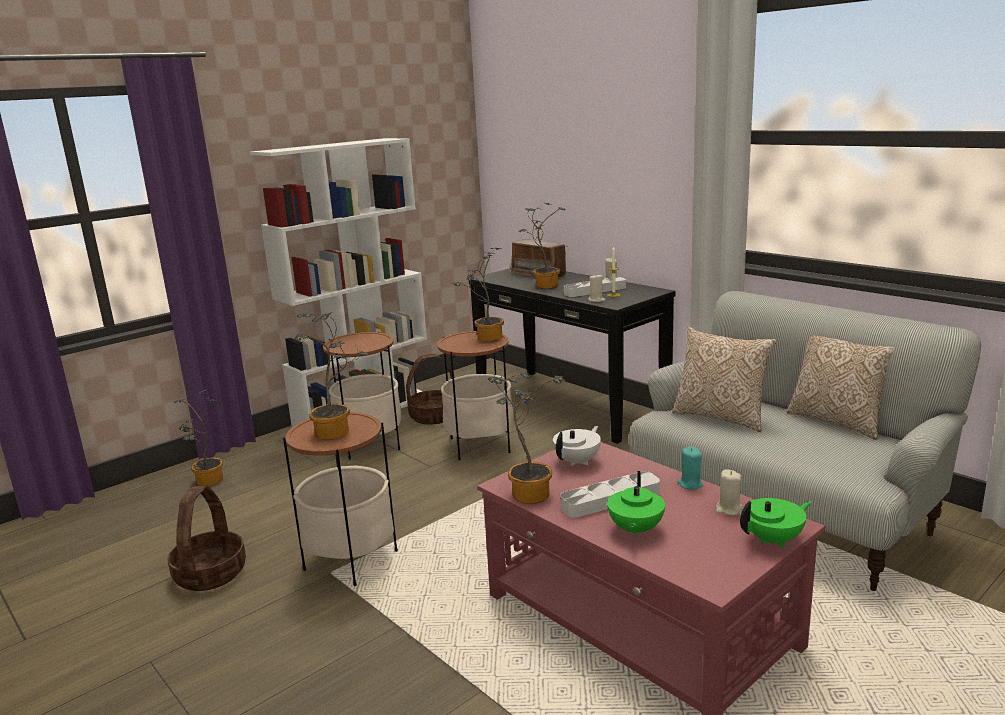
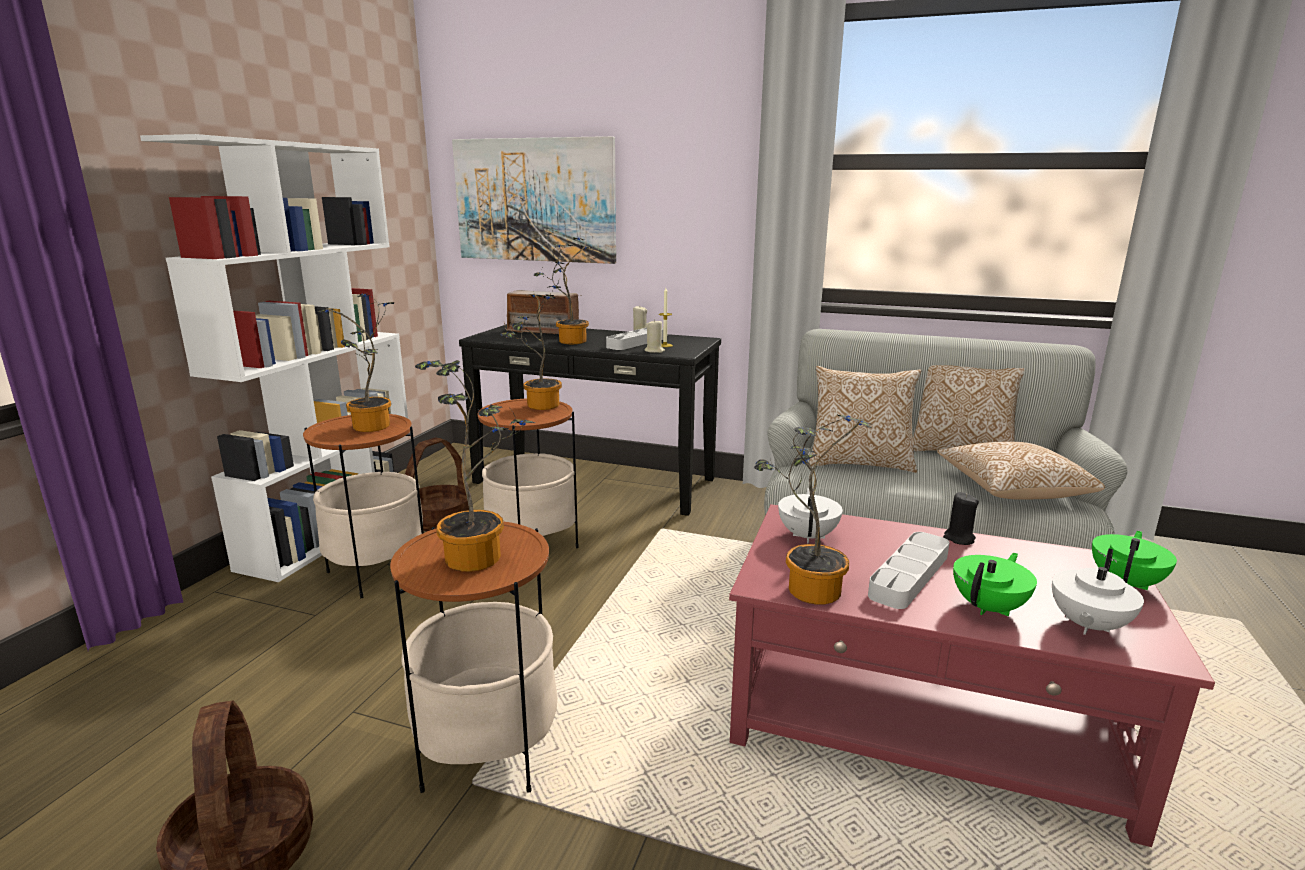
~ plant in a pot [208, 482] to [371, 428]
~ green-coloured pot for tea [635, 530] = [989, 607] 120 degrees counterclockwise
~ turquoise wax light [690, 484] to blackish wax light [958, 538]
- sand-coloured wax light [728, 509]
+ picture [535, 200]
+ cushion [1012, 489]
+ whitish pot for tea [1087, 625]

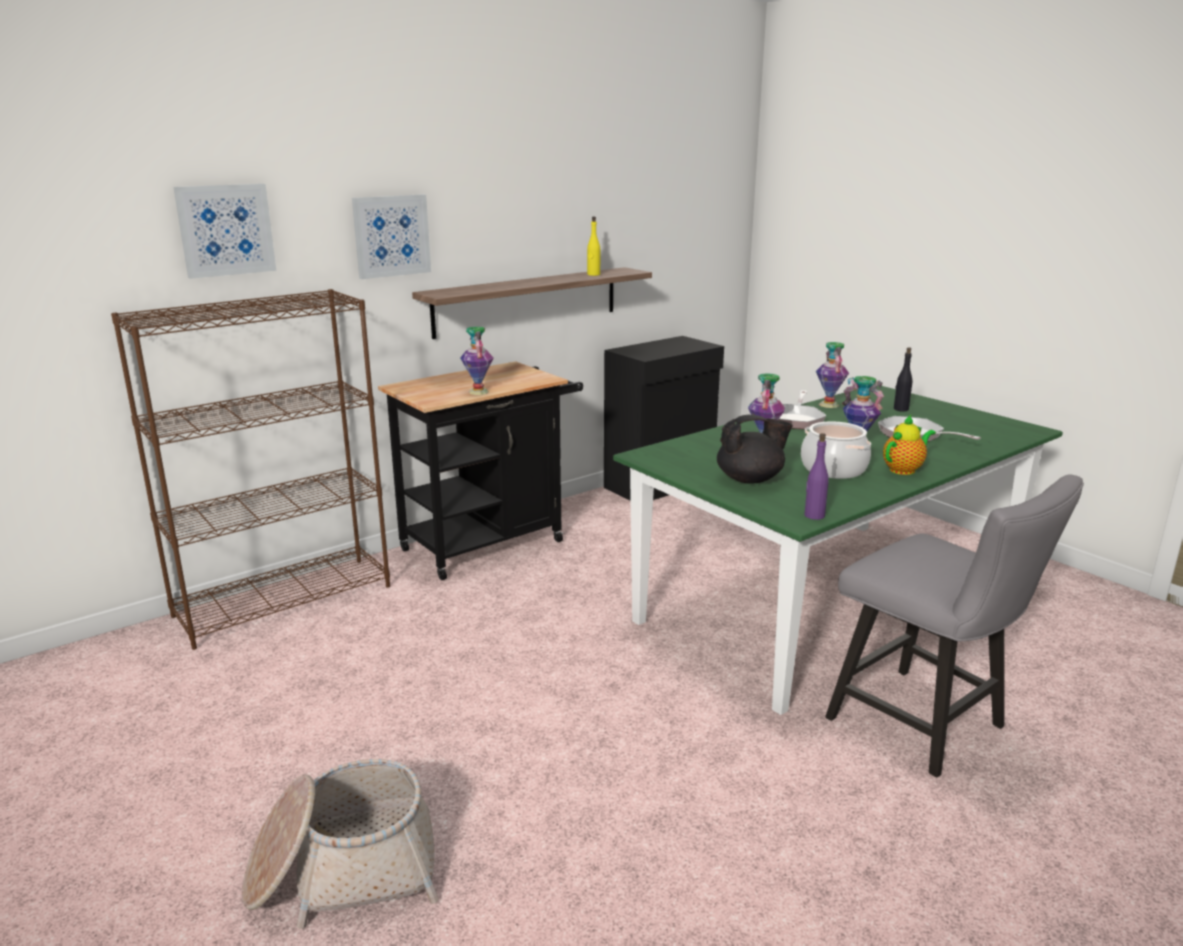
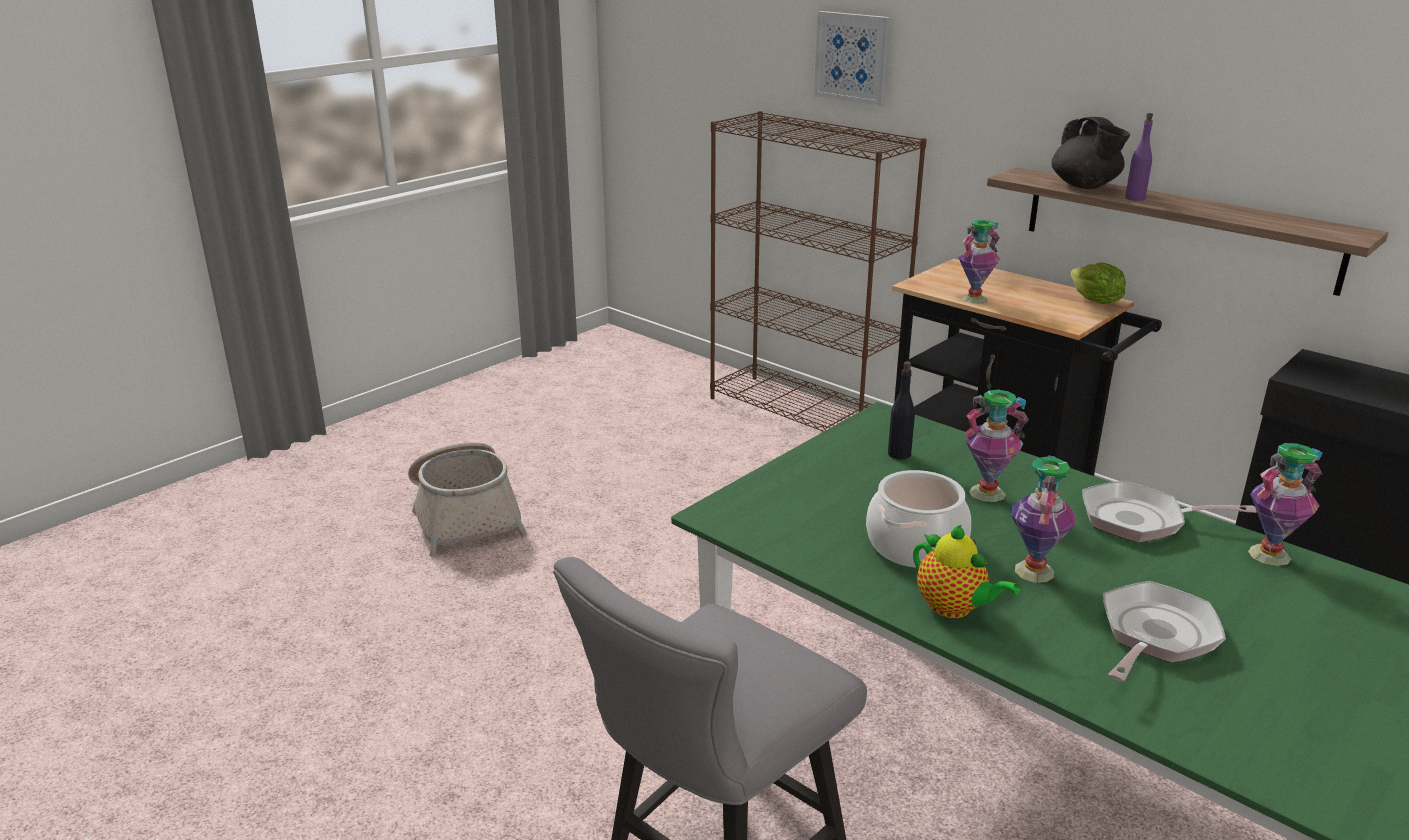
- picture [391, 236]
- yellow bottle [593, 274]
~ blackish pot for tea [750, 479] to [1085, 186]
~ purple bottle [814, 515] to [1134, 198]
~ blackish bottle [900, 409] to [899, 454]
+ lettuce head [1095, 302]

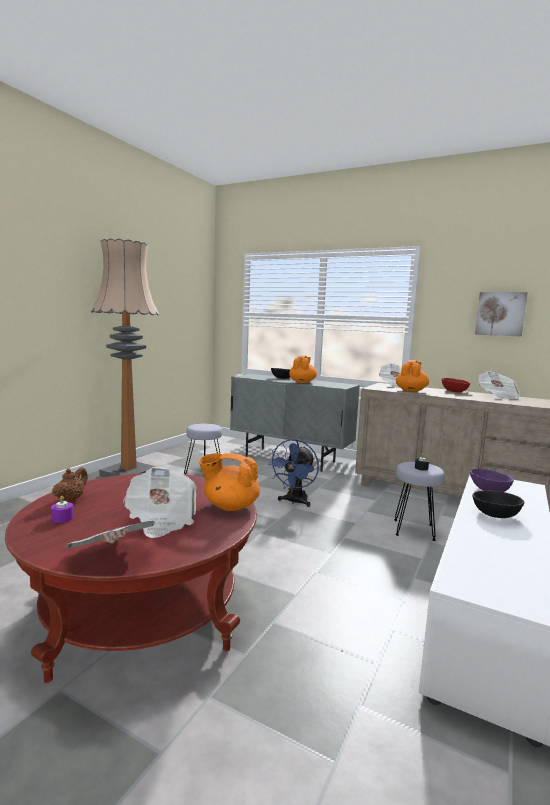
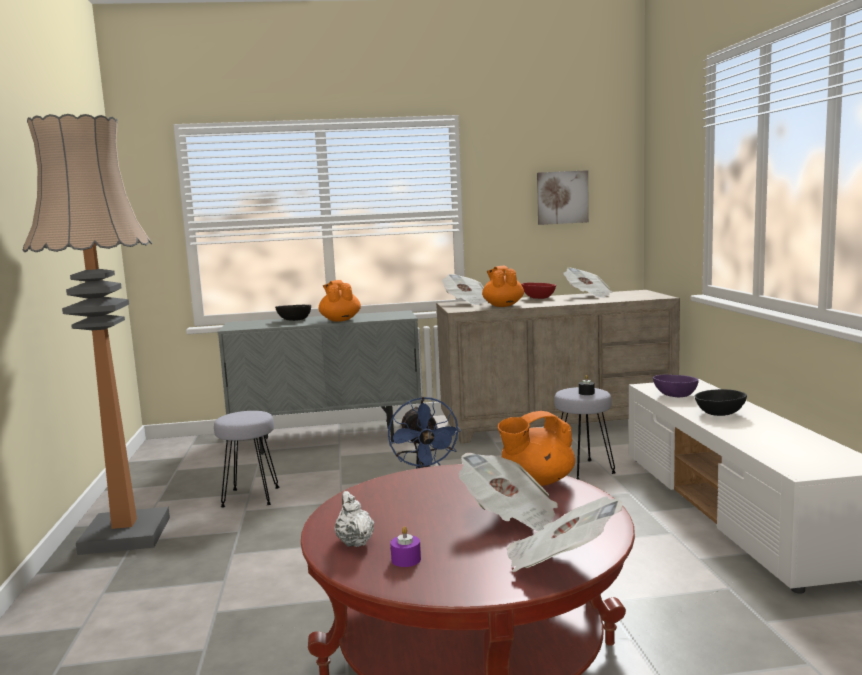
~ brown-coloured pot for tea [70, 499] to whitish pot for tea [354, 542]

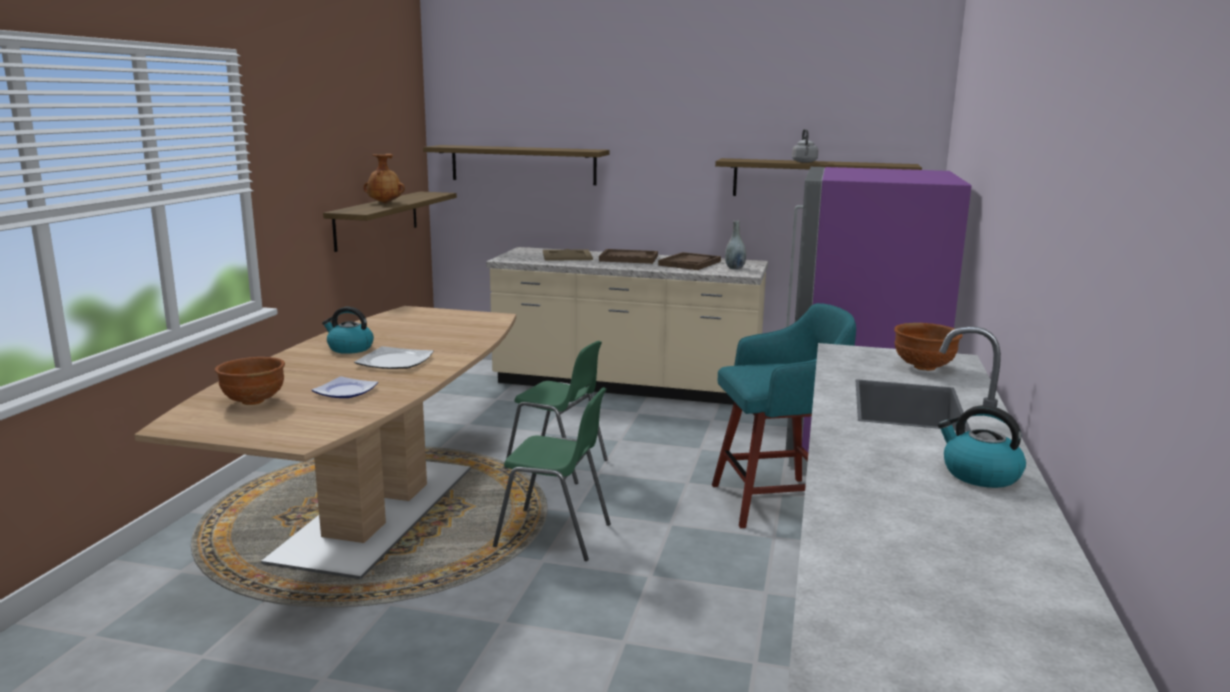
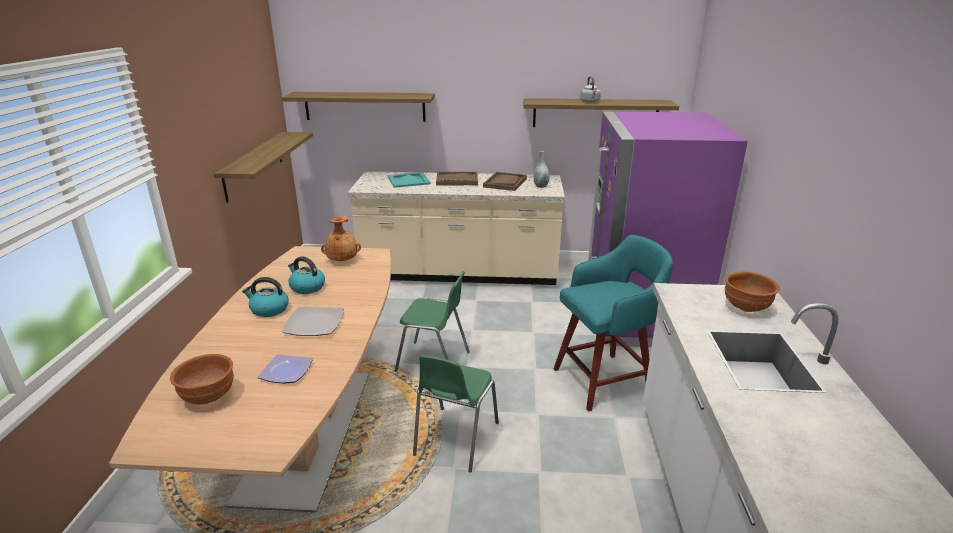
~ brown-coloured decorative vase [385, 203] to [342, 260]
~ green-coloured chair [554, 536] = [455, 439] 105 degrees clockwise
~ sand-coloured carrying tray [566, 256] to turquoise carrying tray [408, 180]
~ tea kettle [979, 475] to [307, 287]

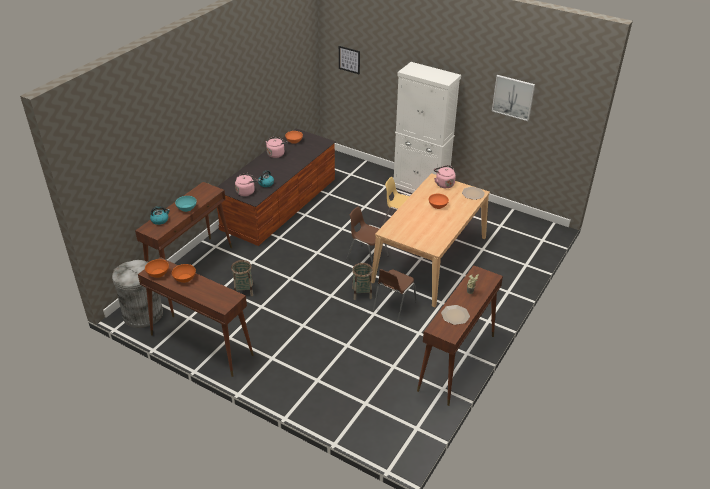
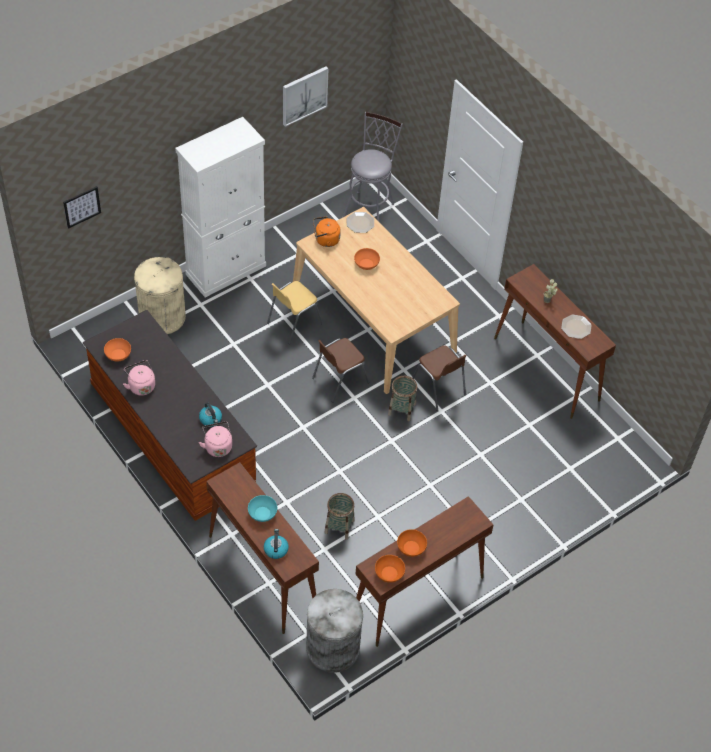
~ pink tea kettle [444, 184] to orangey tea kettle [325, 240]
+ sand-coloured rubbish bin [162, 316]
+ gray stool [370, 207]

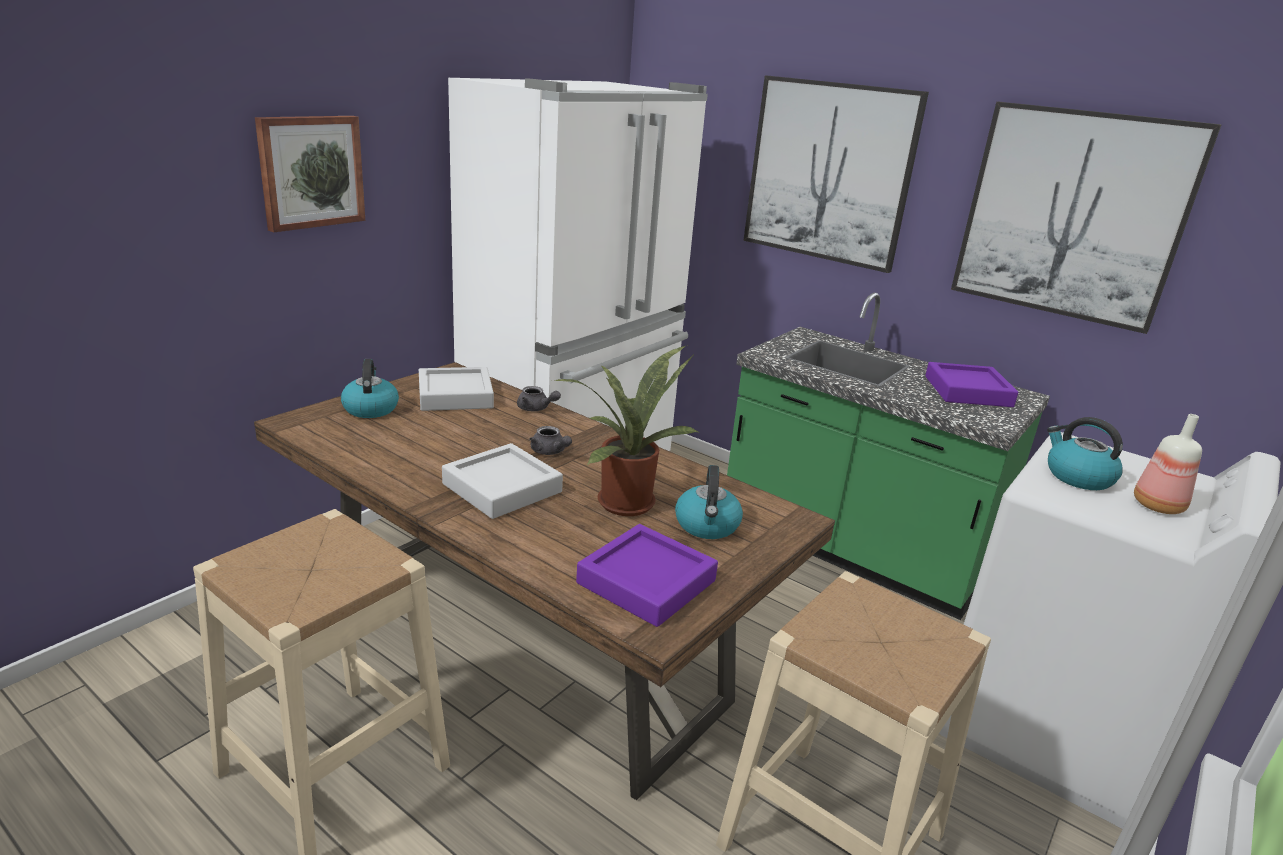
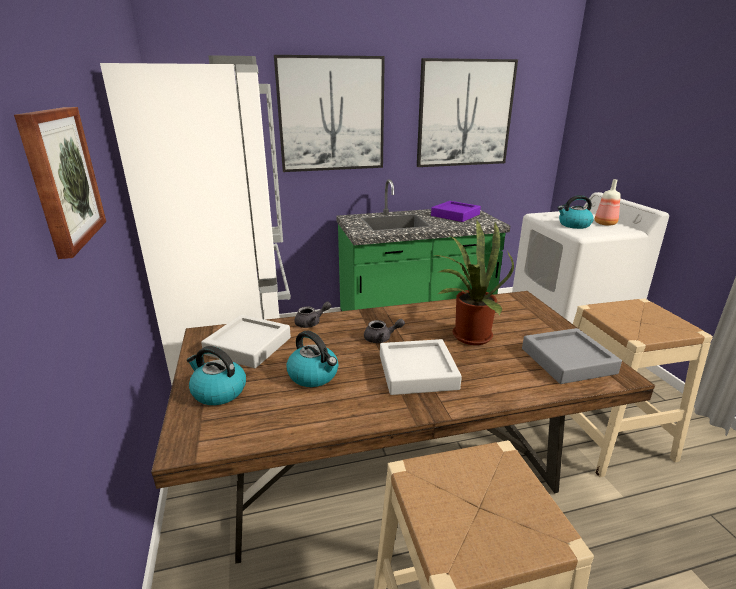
~ purple carrying tray [646, 582] to gray carrying tray [567, 361]
~ tea kettle [707, 526] to [314, 375]

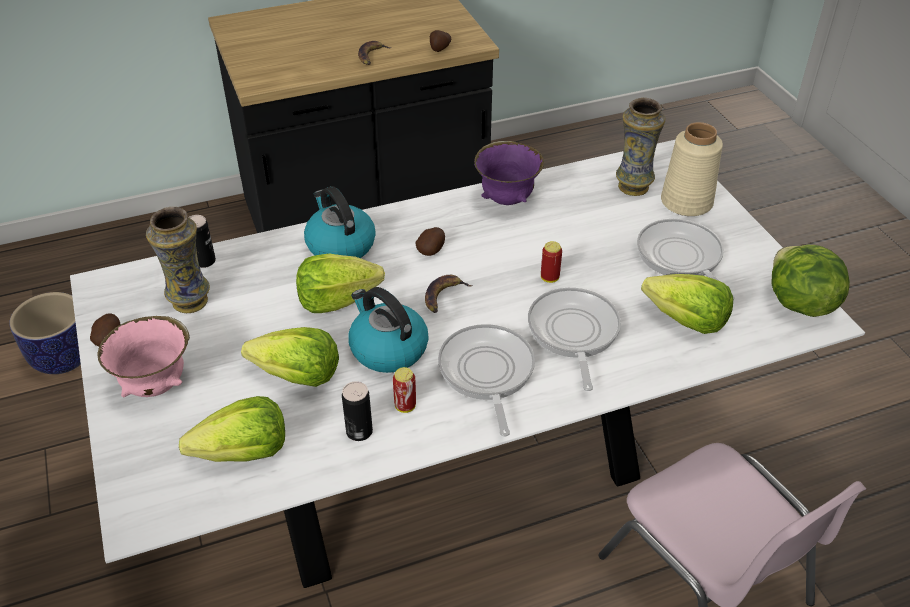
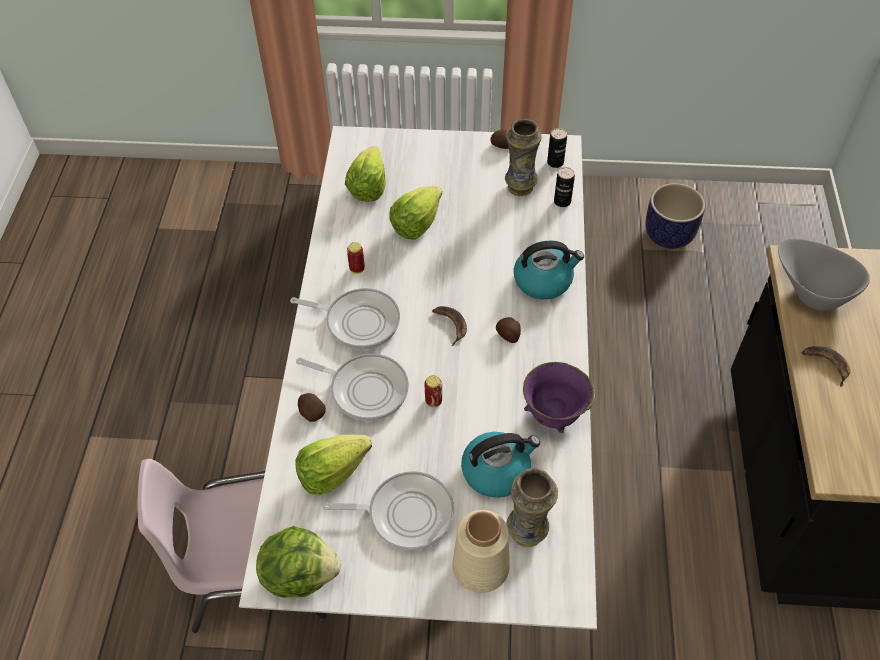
- pink bowl [156, 386]
- lettuce head [337, 300]
~ sealed can [359, 431] to [555, 162]
~ tea kettle [387, 349] to [496, 471]
~ potato [439, 49] to [311, 412]
+ gray bowl [811, 291]

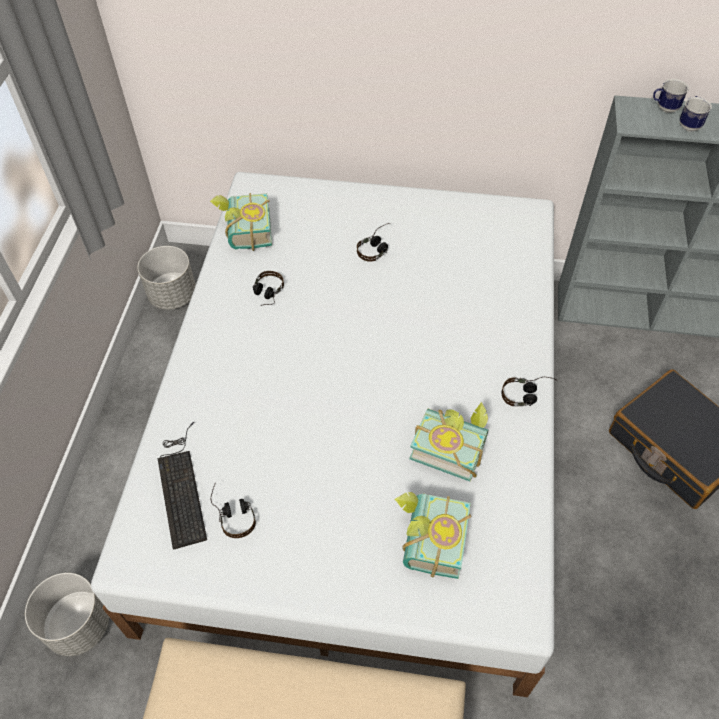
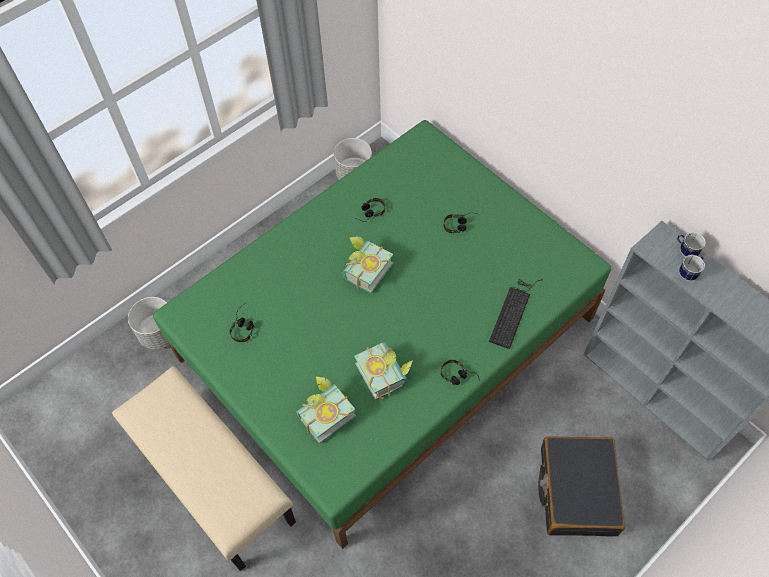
~ whitish bed [362, 435] to green-coloured bed [387, 338]
~ keyboard [181, 486] to [513, 311]
~ book [244, 232] to [364, 270]

